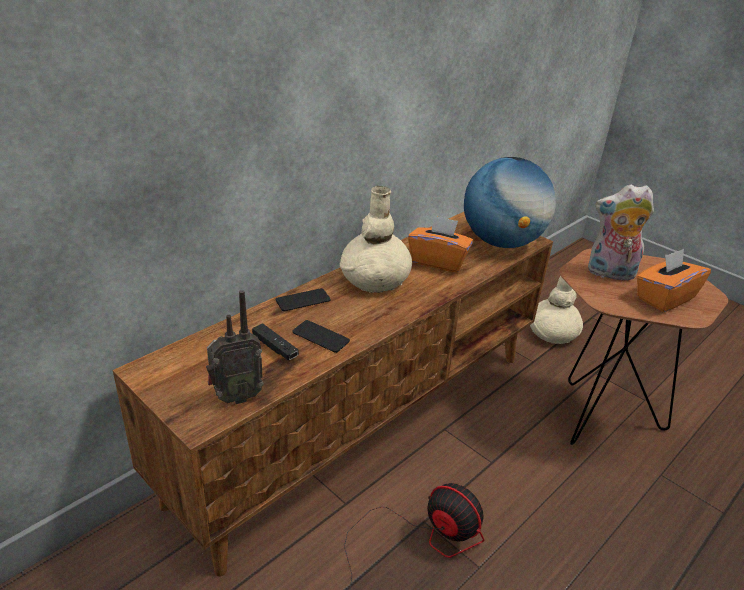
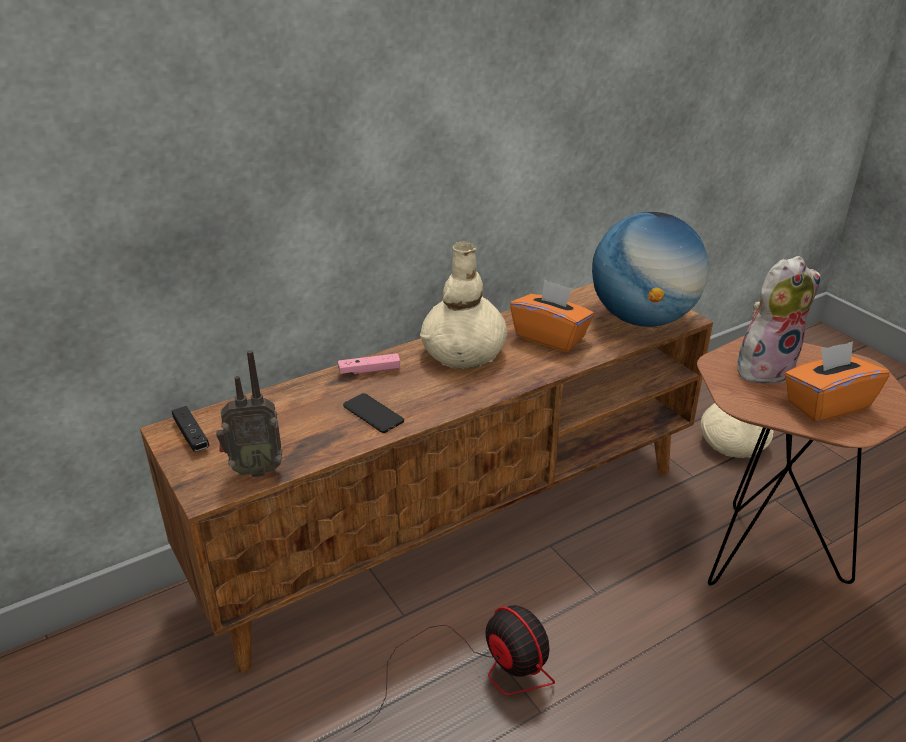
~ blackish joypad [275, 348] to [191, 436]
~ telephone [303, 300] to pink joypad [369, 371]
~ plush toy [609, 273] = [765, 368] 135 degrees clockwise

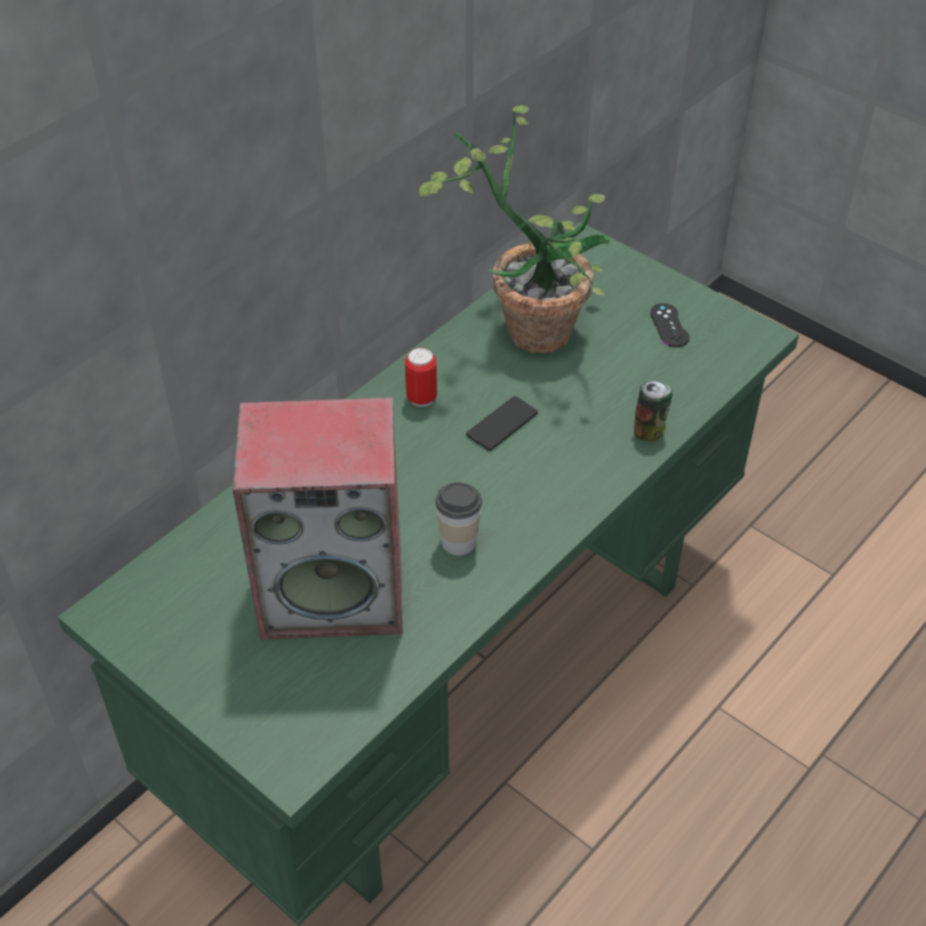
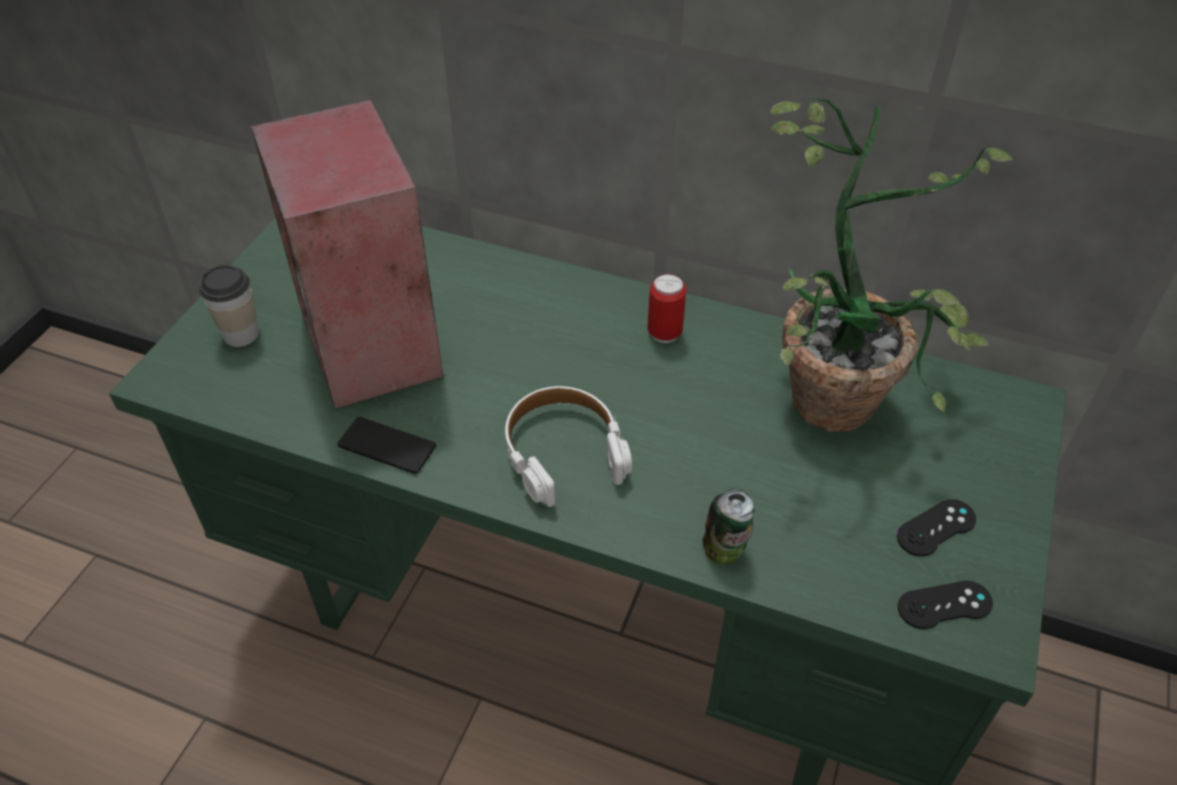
~ small cup [458, 542] to [241, 334]
~ telephone [502, 424] to [387, 446]
+ whitish headset [563, 452]
+ blackish joypad [944, 605]

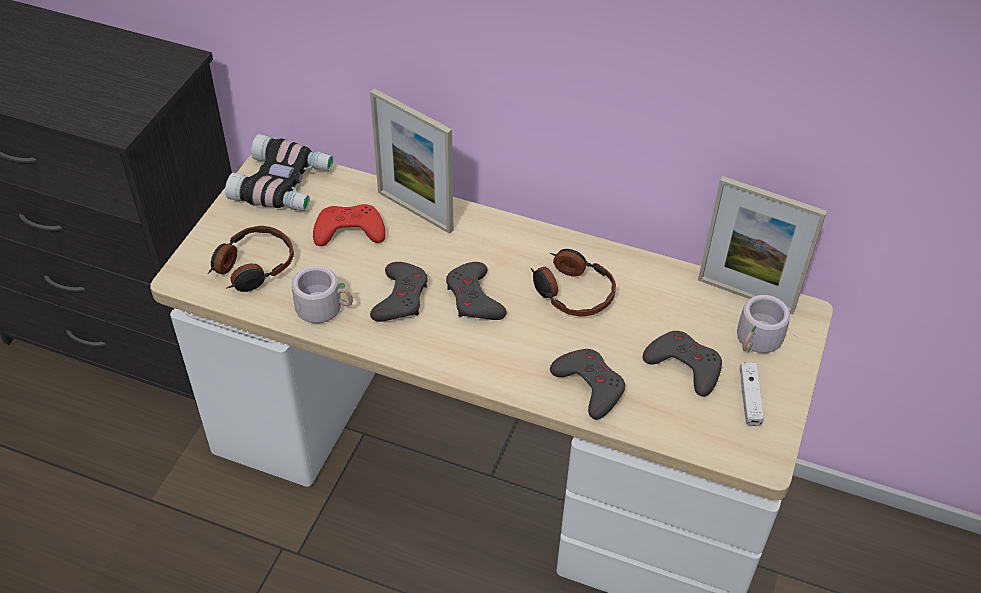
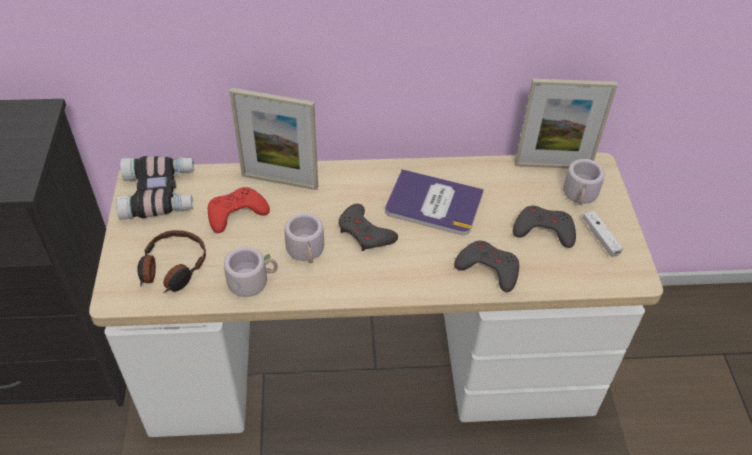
~ gray joypad [401, 297] to gray coffee mug [308, 251]
~ headset [572, 292] to book [433, 203]

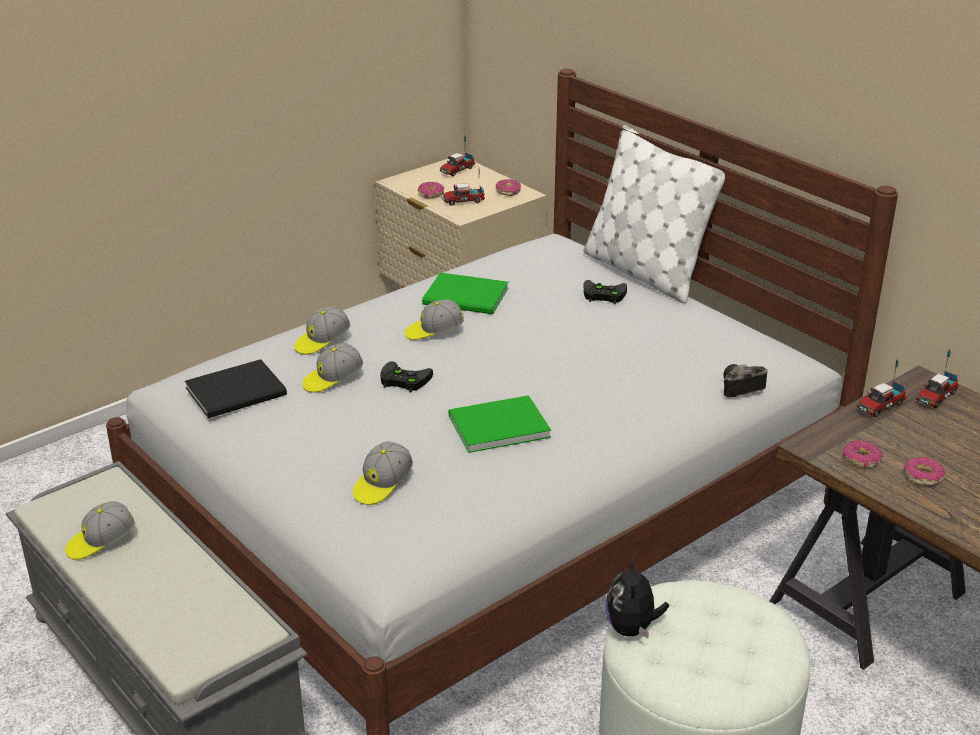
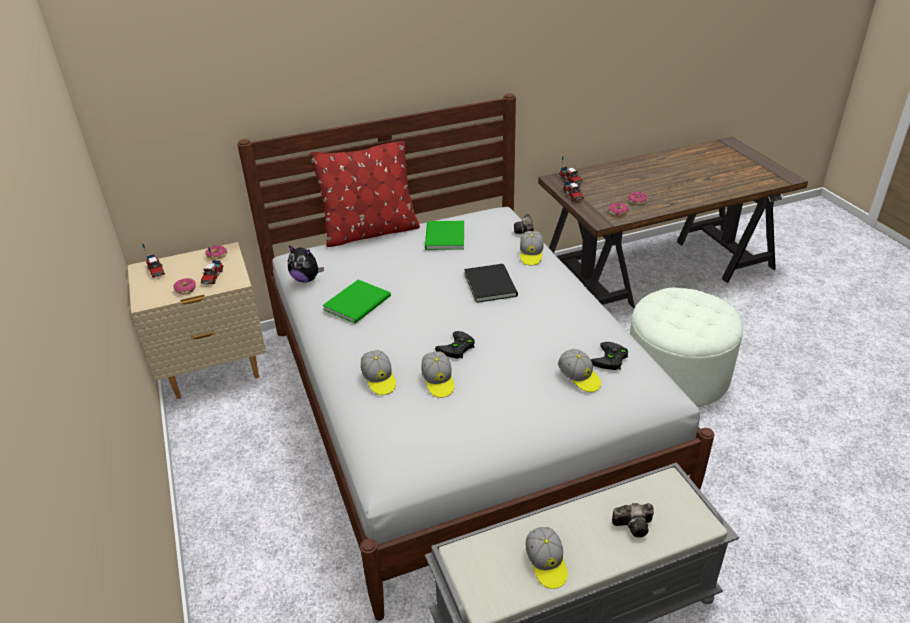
~ blackish book [239, 392] to [491, 283]
~ peaked cap [434, 332] to [531, 254]
~ green-coloured book [495, 425] to [443, 237]
~ whitish cushion [645, 273] to reddish cushion [370, 232]
~ blackish joypad [602, 295] to [610, 360]
~ plush toy [632, 628] to [306, 279]
+ photo camera [635, 525]

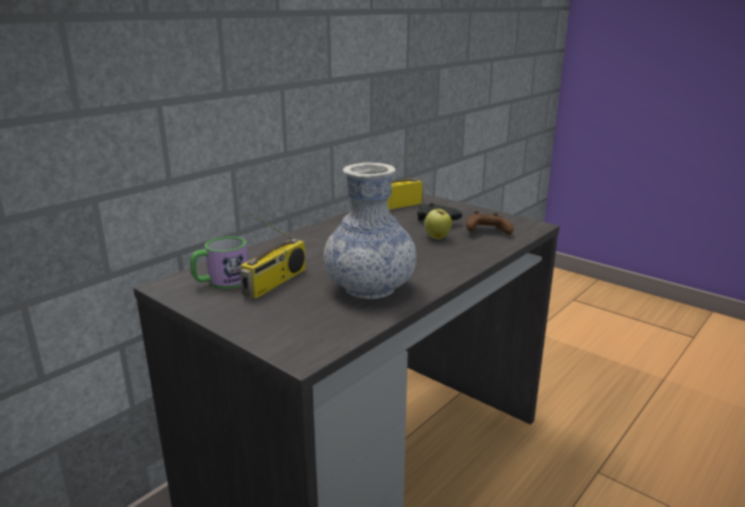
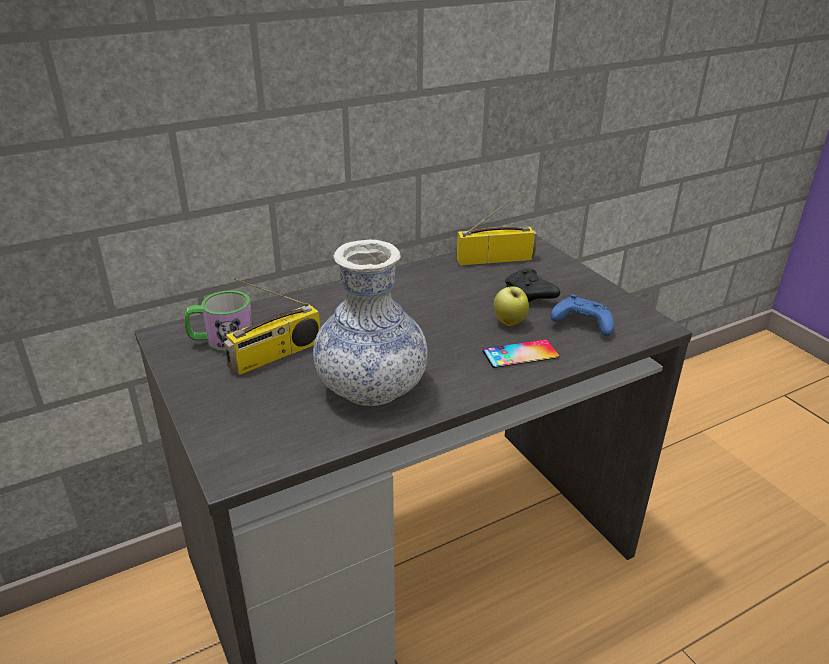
~ brown-coloured joypad [486, 231] to blue joypad [581, 324]
+ telephone [520, 354]

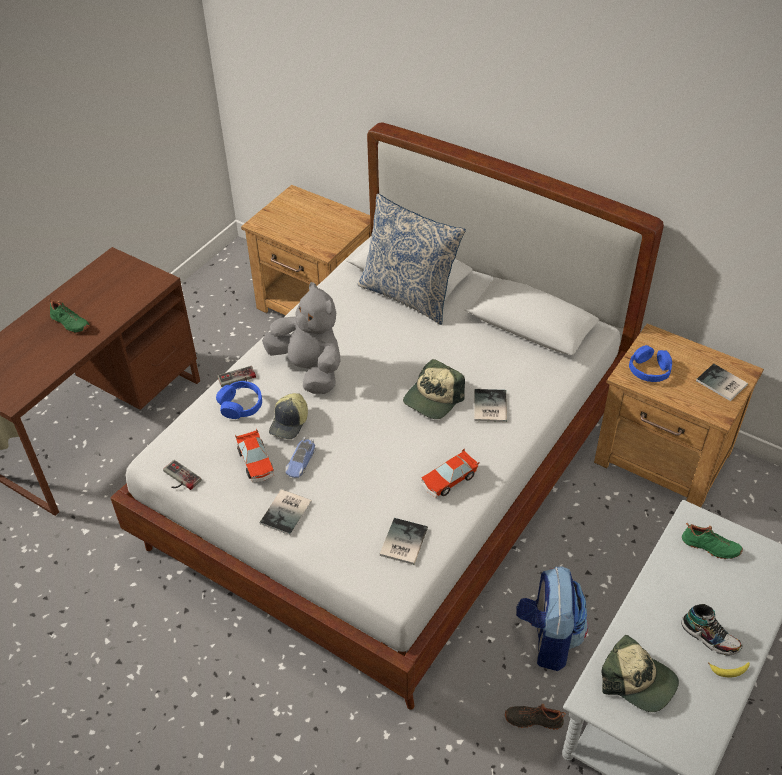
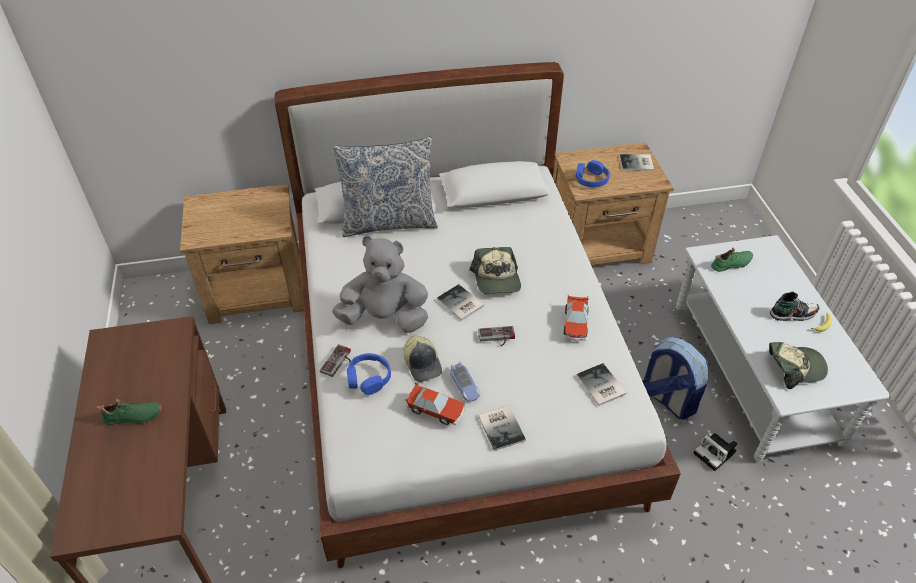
~ joypad [179, 478] to [497, 338]
~ book [488, 407] to [460, 304]
~ blackish shoe [533, 719] to photo camera [716, 453]

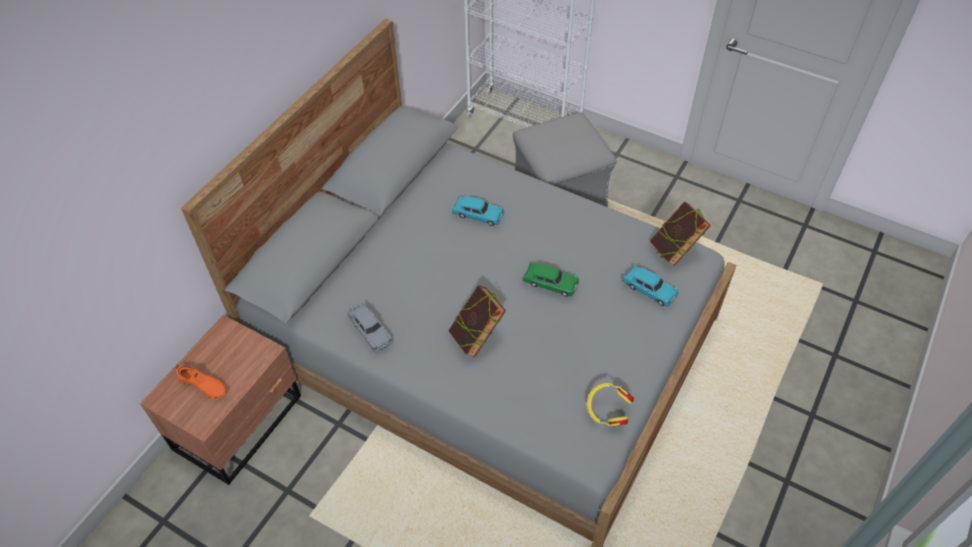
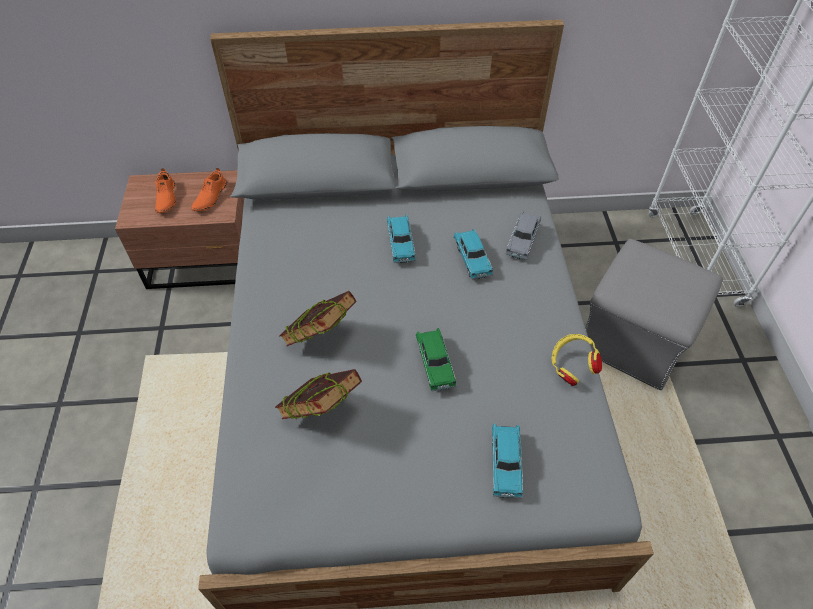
~ gray model car [370, 331] to [522, 241]
~ yellow headset [607, 412] to [571, 367]
~ book [675, 250] to [321, 412]
+ orangey shoe [210, 197]
+ turquoise model car [400, 244]

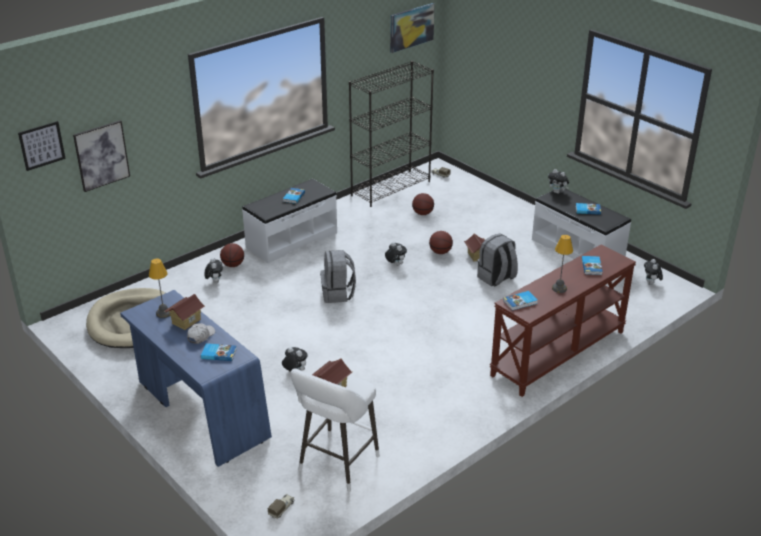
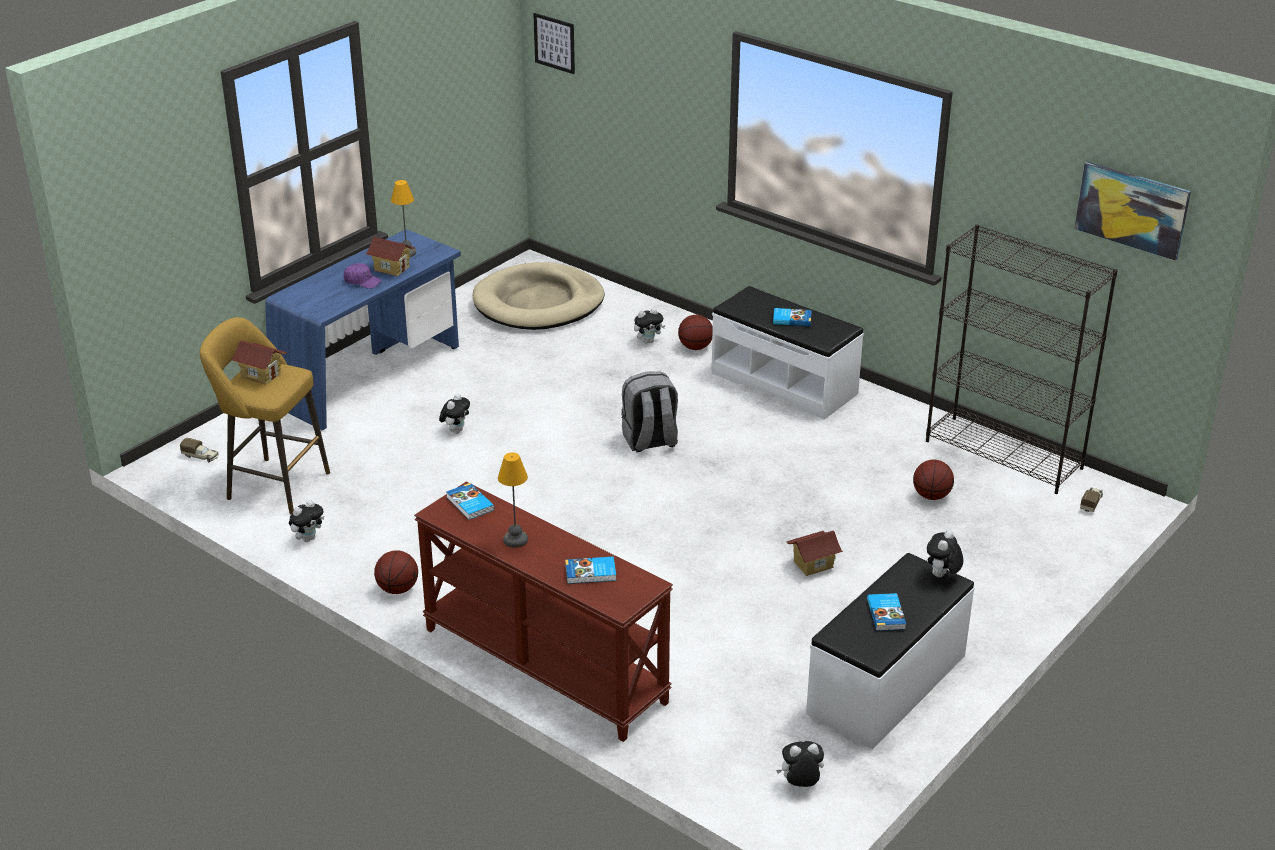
- picture [101, 155]
~ whitish peaked cap [200, 336] to purple peaked cap [362, 281]
- book [219, 353]
~ whitish stool [336, 466] to yellow stool [273, 484]
~ plush toy [395, 264] to [308, 538]
~ ball for basketball [440, 252] to [397, 589]
- gray backpack [496, 278]

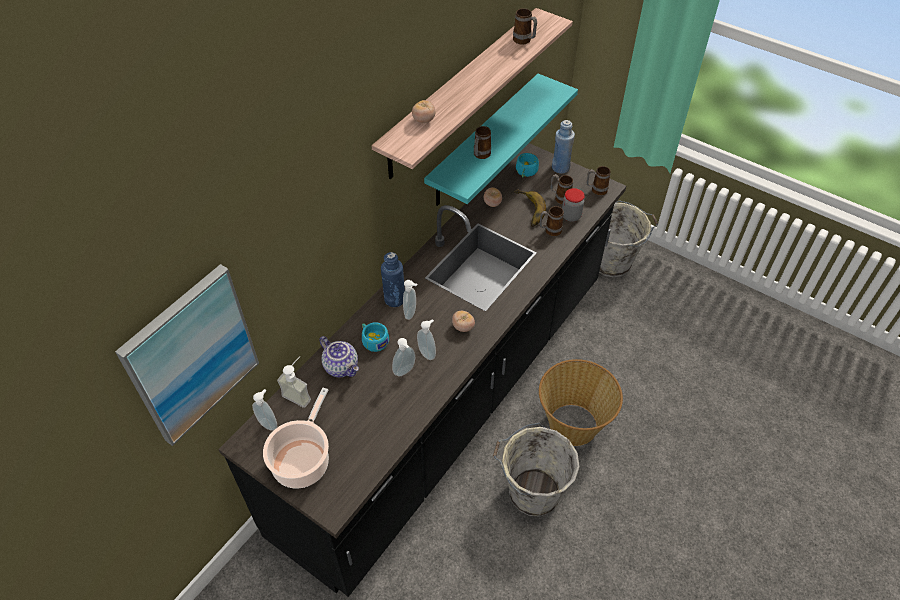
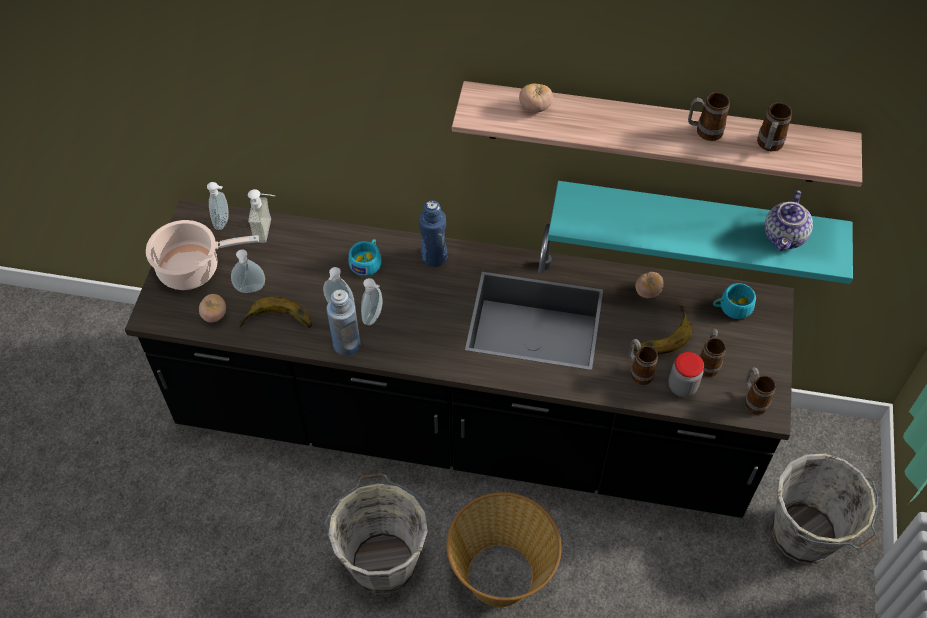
- picture [191, 355]
~ pot for tea [342, 366] to [785, 237]
~ soap dispenser [411, 313] to [251, 290]
~ whole tomato [463, 327] to [214, 315]
~ coffee mug [480, 156] to [703, 131]
~ blue bottle [560, 168] to [346, 344]
+ banana fruit [277, 324]

